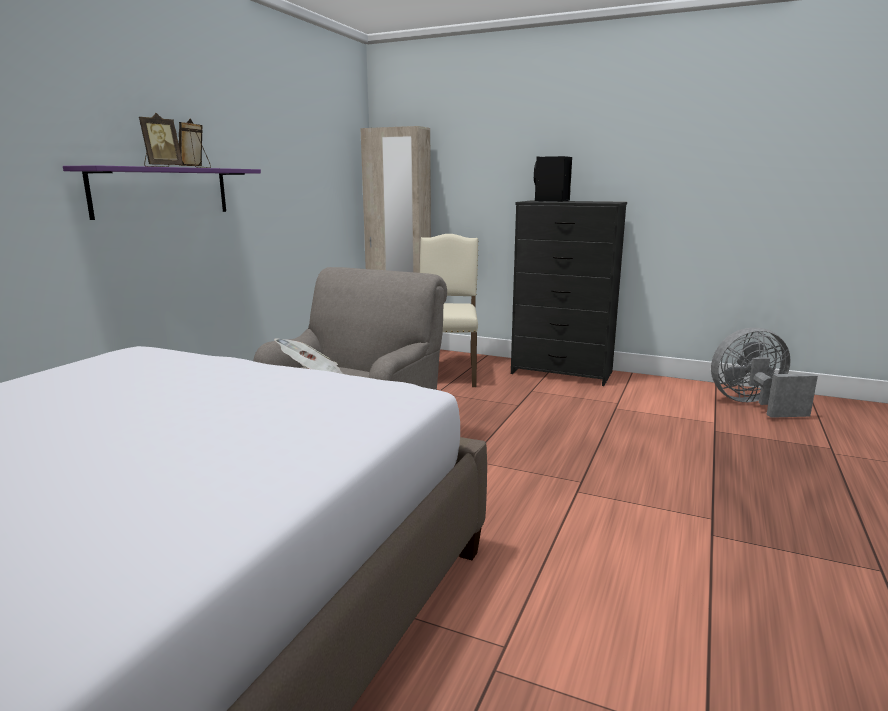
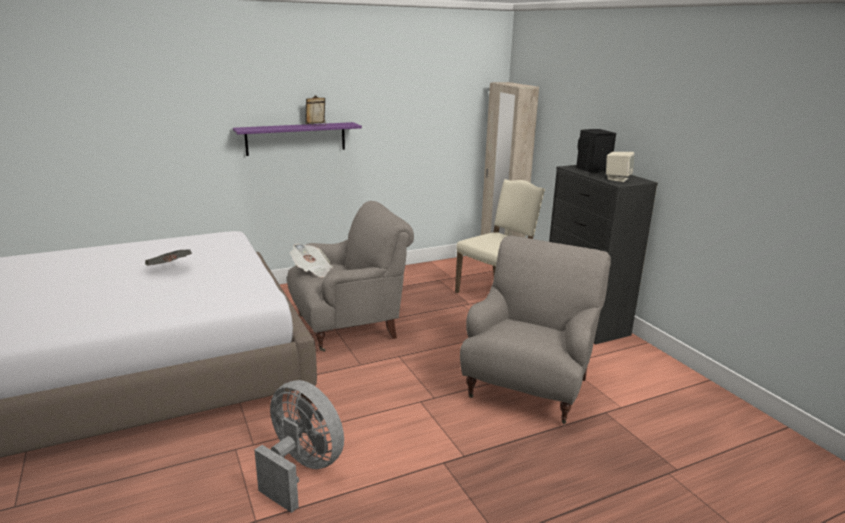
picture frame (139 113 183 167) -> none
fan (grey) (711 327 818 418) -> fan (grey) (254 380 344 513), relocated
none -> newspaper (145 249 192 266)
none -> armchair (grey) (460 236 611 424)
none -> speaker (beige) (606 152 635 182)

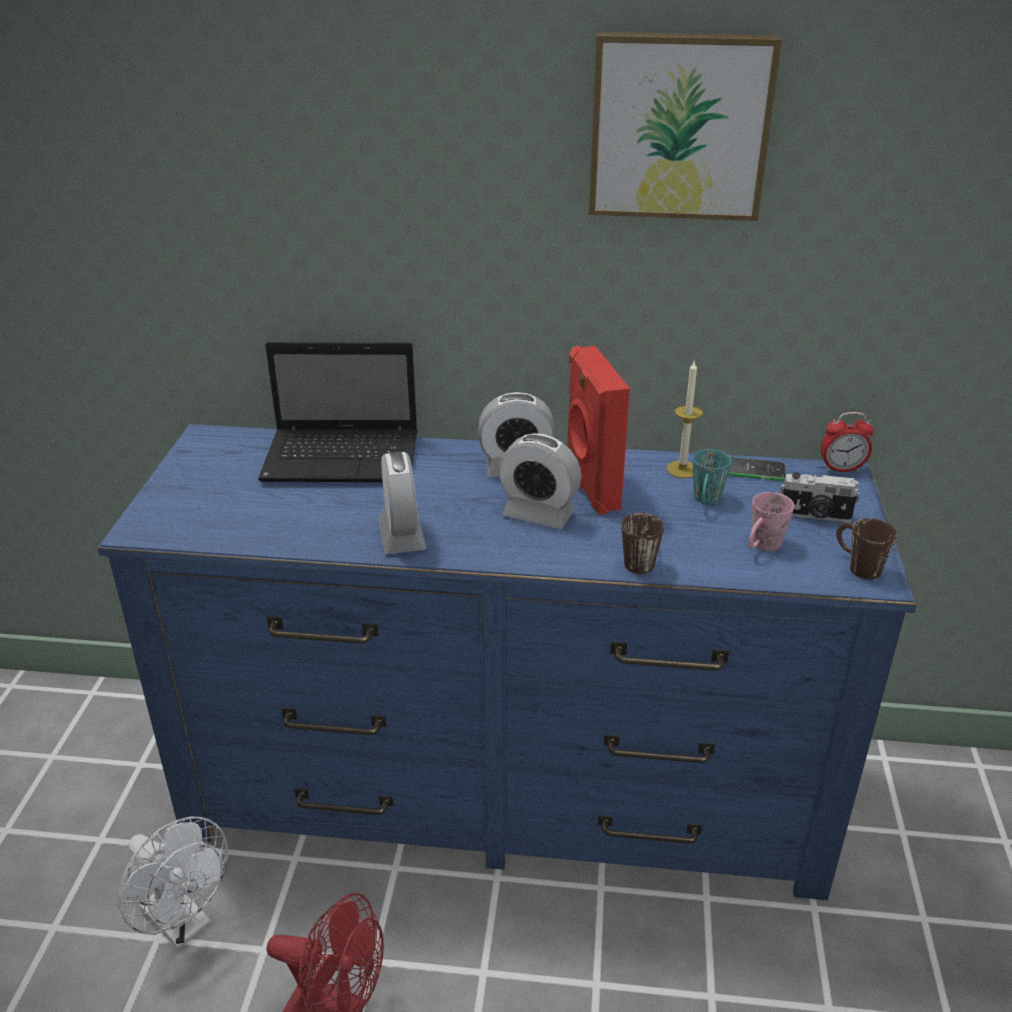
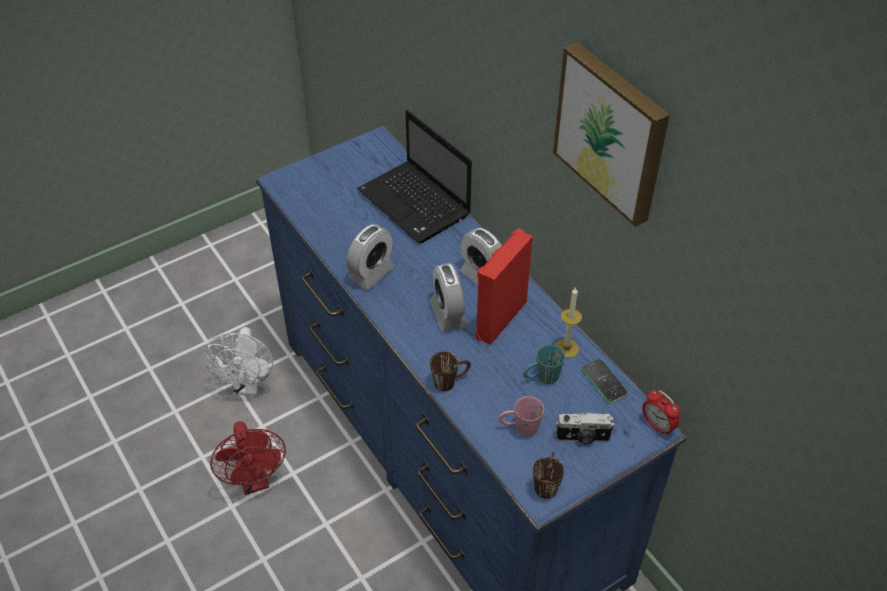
photo camera (781 472 860 522) -> photo camera (556 412 615 444), 60 degrees counterclockwise

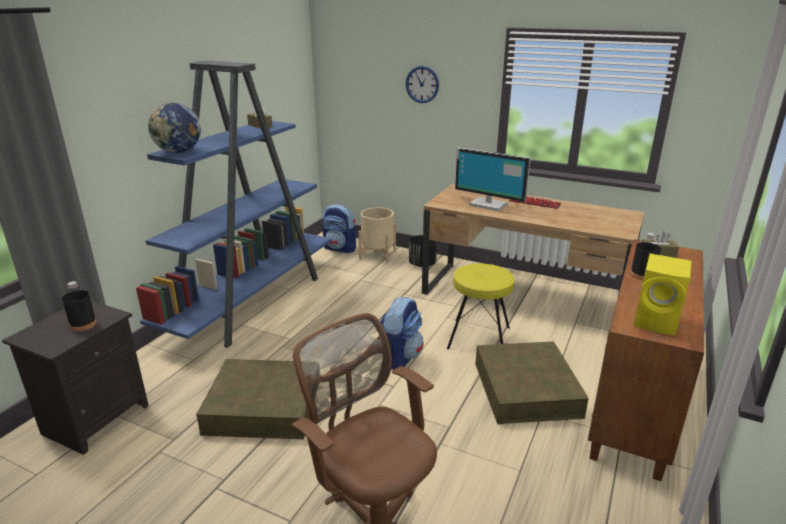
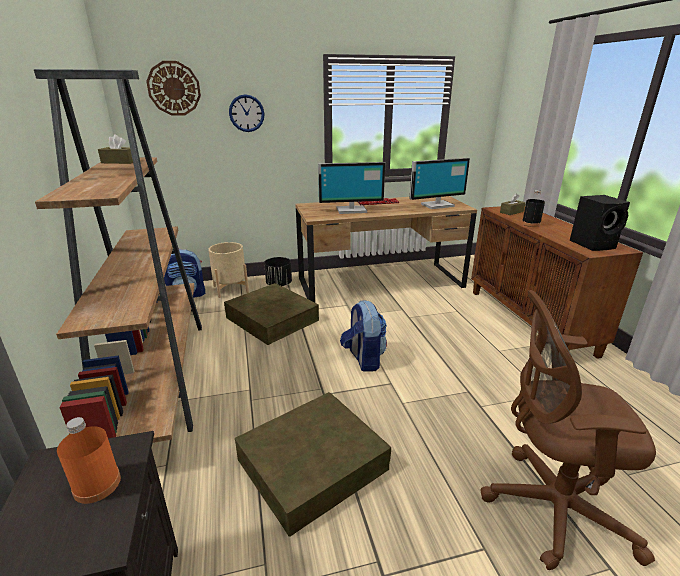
bottle (black) (62 281 97 331) -> bottle (orange) (57 417 121 504)
bookcase (blue) (136 61 332 348) -> bookcase (brown) (34 69 202 443)
globe (148 103 201 153) -> none
stool (yellow) (447 263 514 350) -> none
storage box (brown) (475 341 589 424) -> storage box (brown) (224 283 319 345), relocated
speaker (yellow) (634 253 691 335) -> speaker (black) (570 195 630 251)
none -> wall clock (146 61 201 116)
none -> monitor (409 158 470 209)

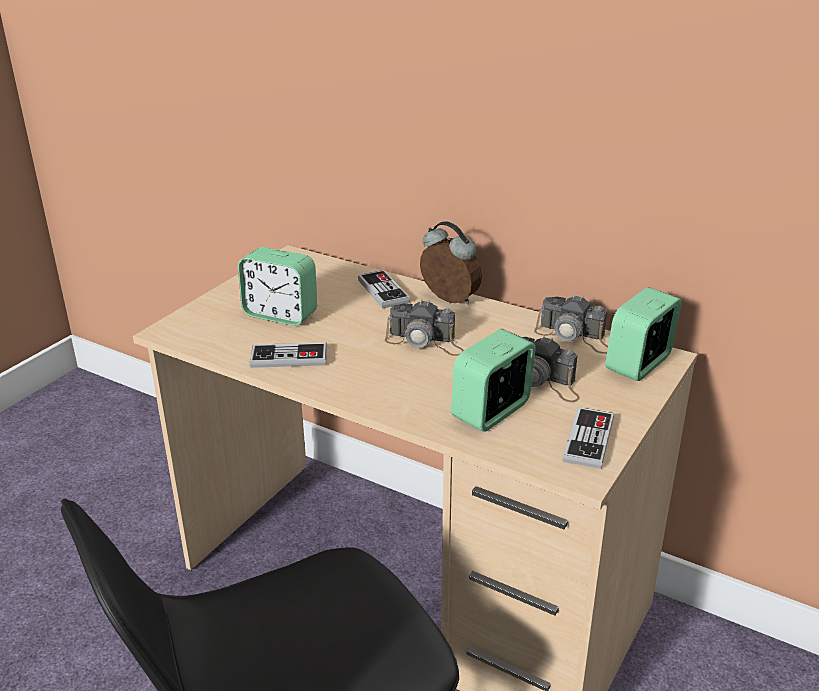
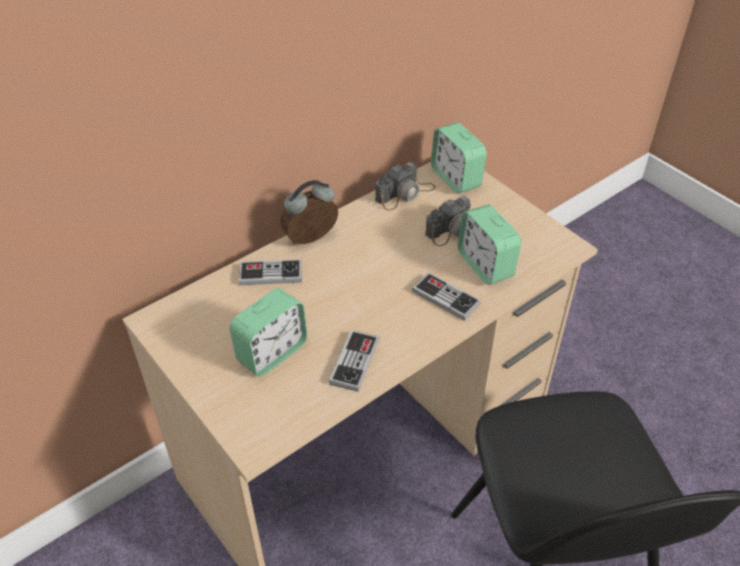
photo camera (385 300 464 356) -> none
game controller (563 407 614 469) -> game controller (412 272 481 321), relocated

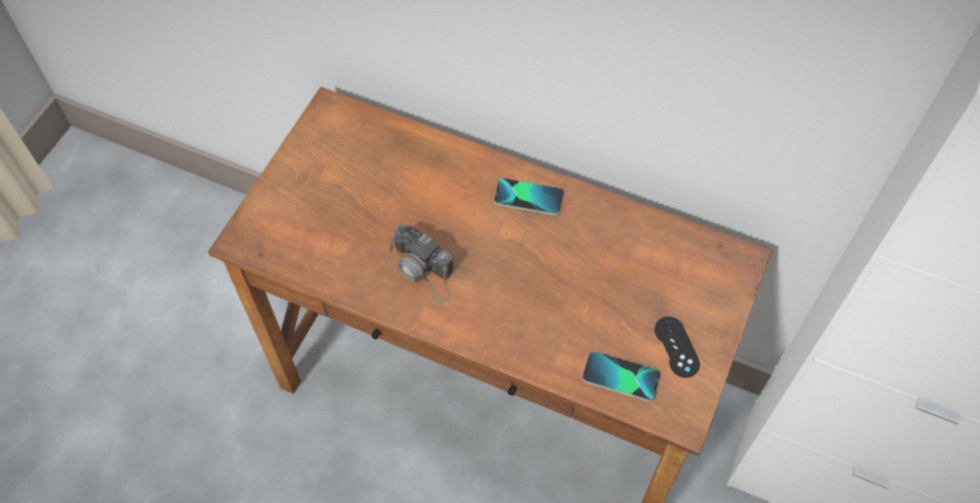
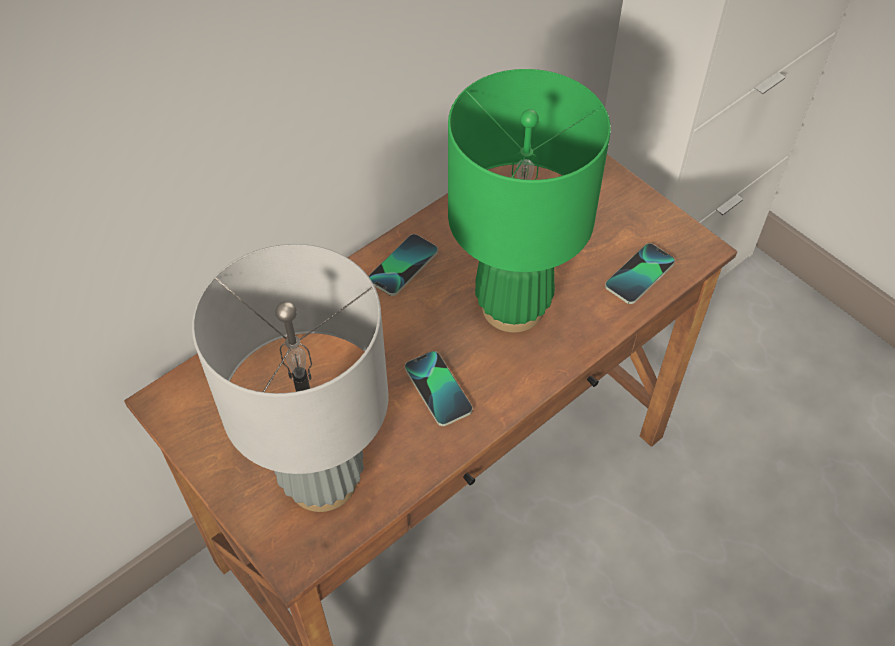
photo camera (386 224 454 304) -> phone (405 351 473 426)
game controller (black) (654 317 700 378) -> none
none -> table lamp (grey) (192 244 388 512)
none -> table lamp (green) (448 69 611 333)

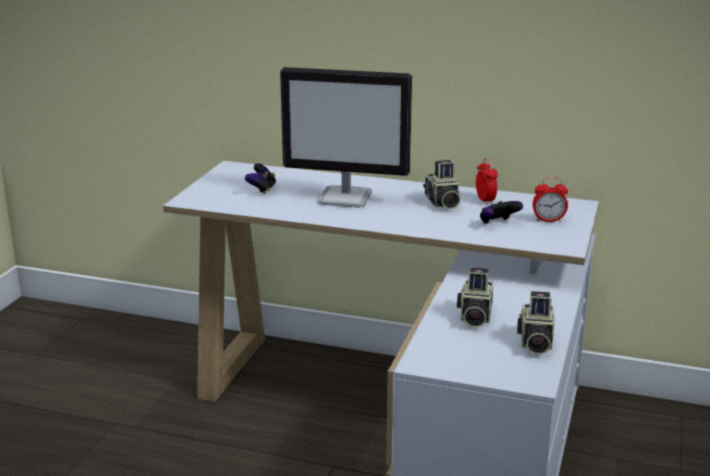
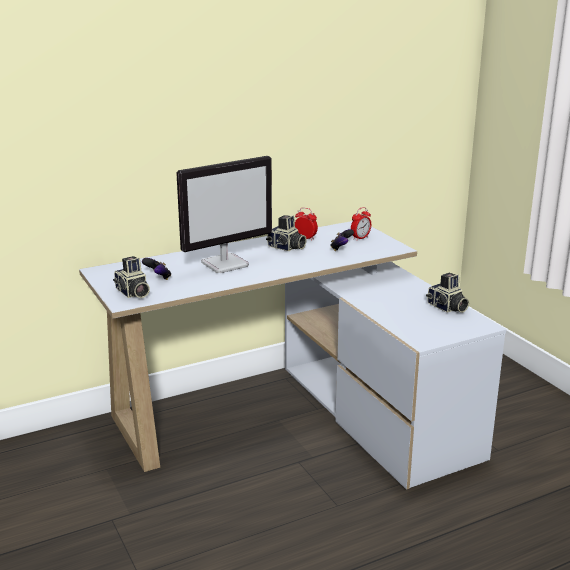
photo camera (457 268 493 327) -> photo camera (113 256 150 298), relocated

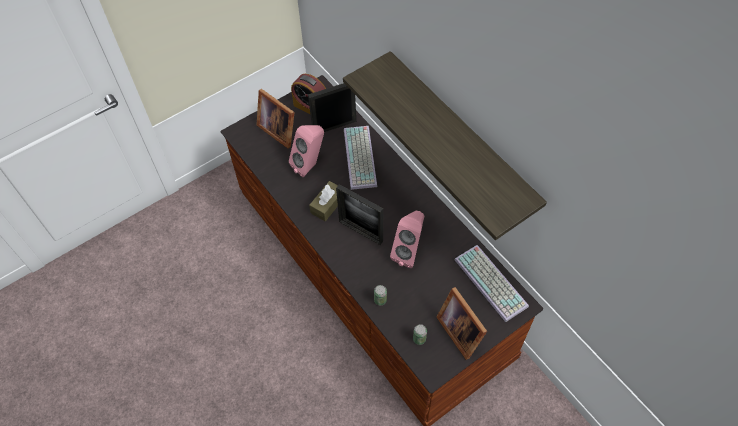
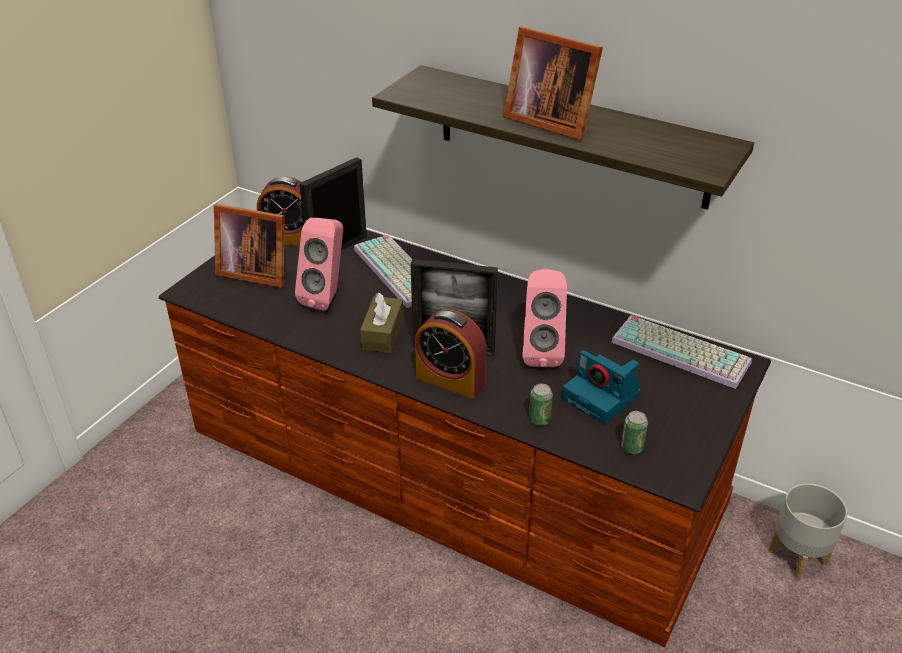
picture frame (437 287 487 360) -> picture frame (503 27 603 140), relocated
none -> alarm clock (415 309 486 399)
none -> photo camera (562 350 640 424)
none -> planter (grey) (769 483 848 580)

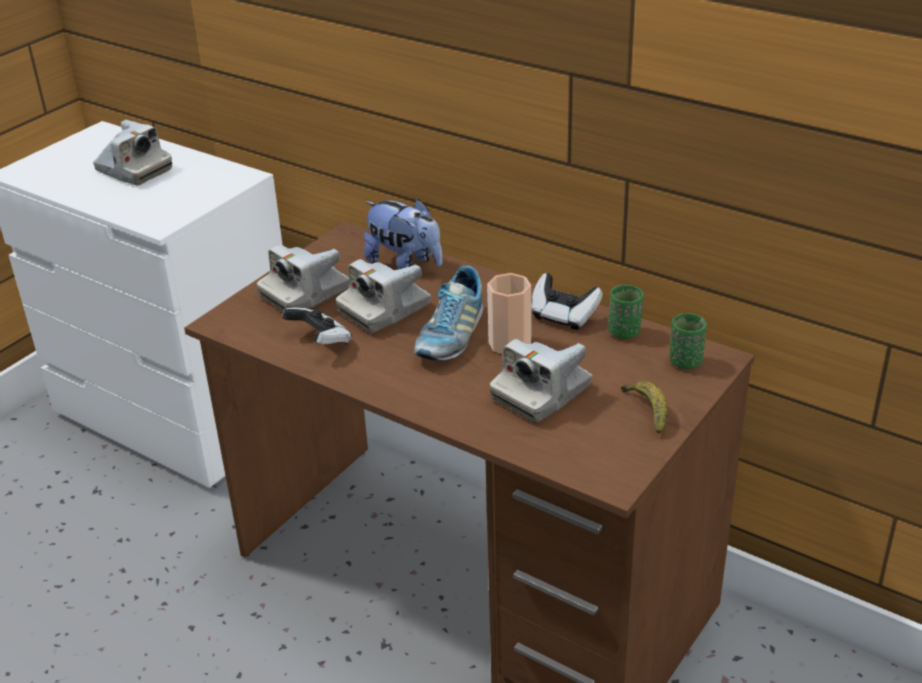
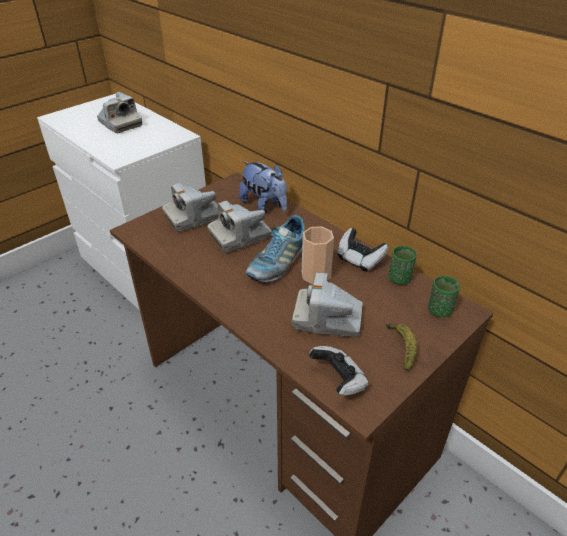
game controller (282 307 352 344) -> game controller (309 346 369 396), relocated
photo camera (490 339 592 422) -> photo camera (292 273 363 337), 45 degrees clockwise

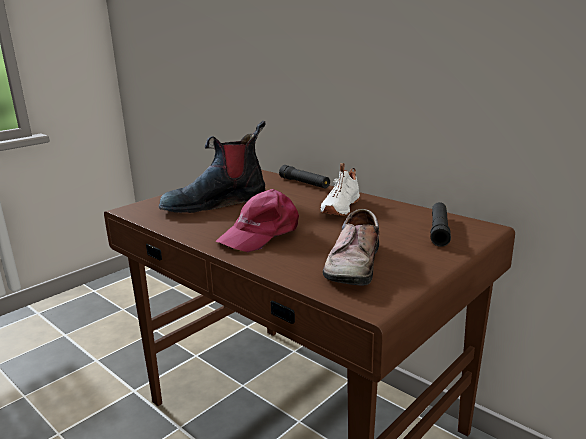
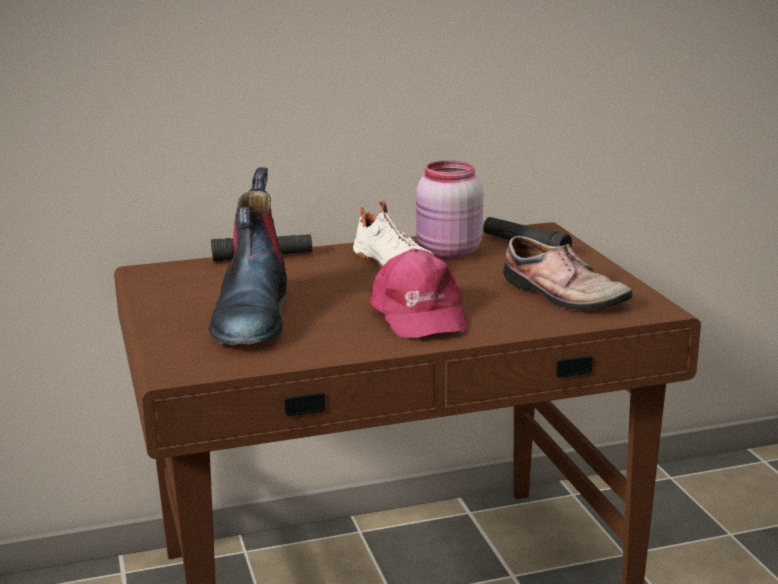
none -> jar (pink) (416 161 483 259)

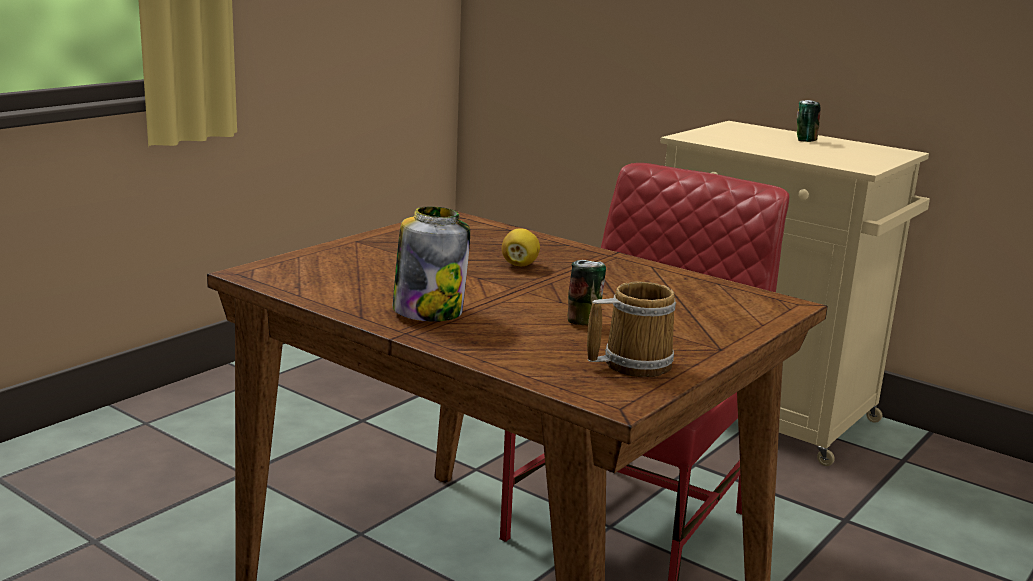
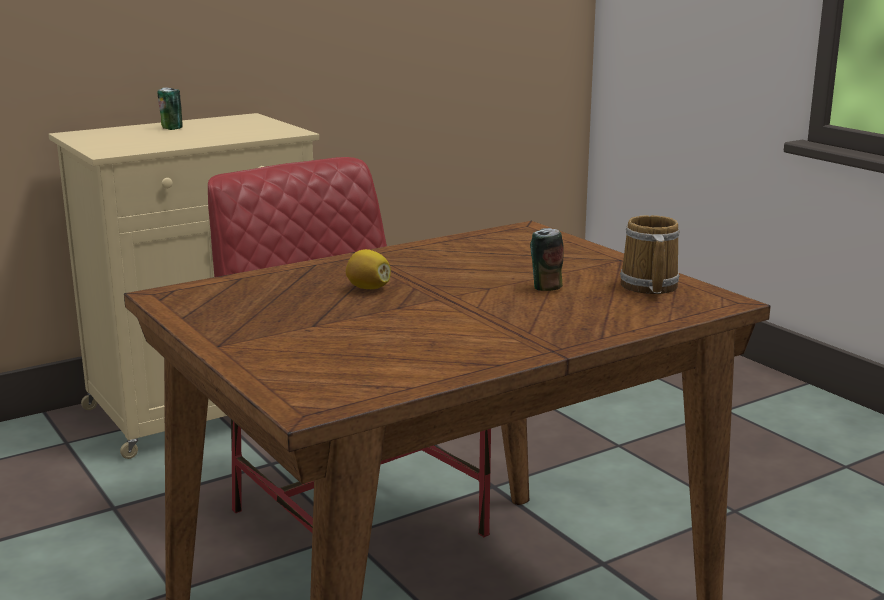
jar (393 206 470 321) -> none

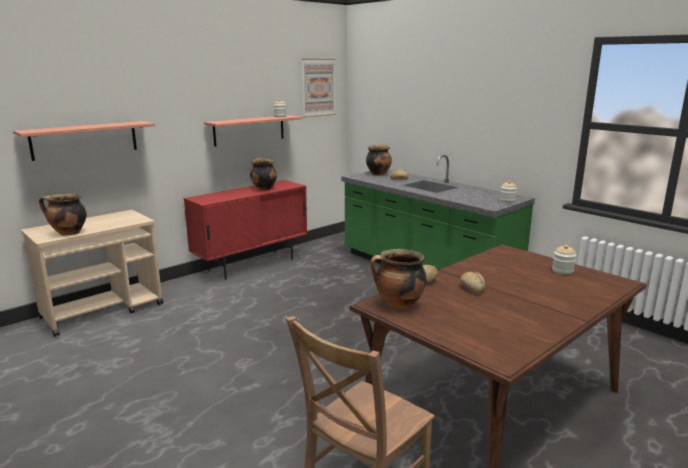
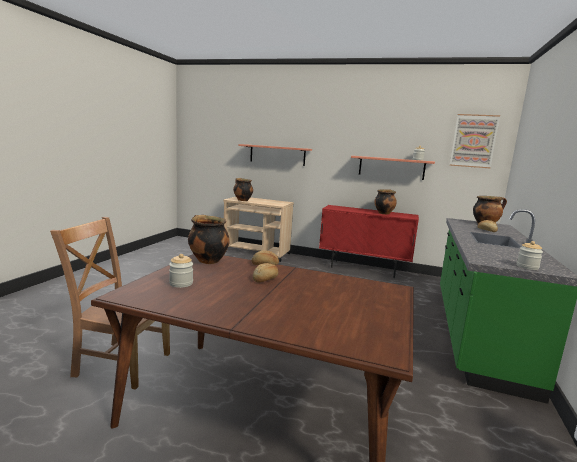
jar (552 245 576 275) -> jar (169 254 193 288), relocated

